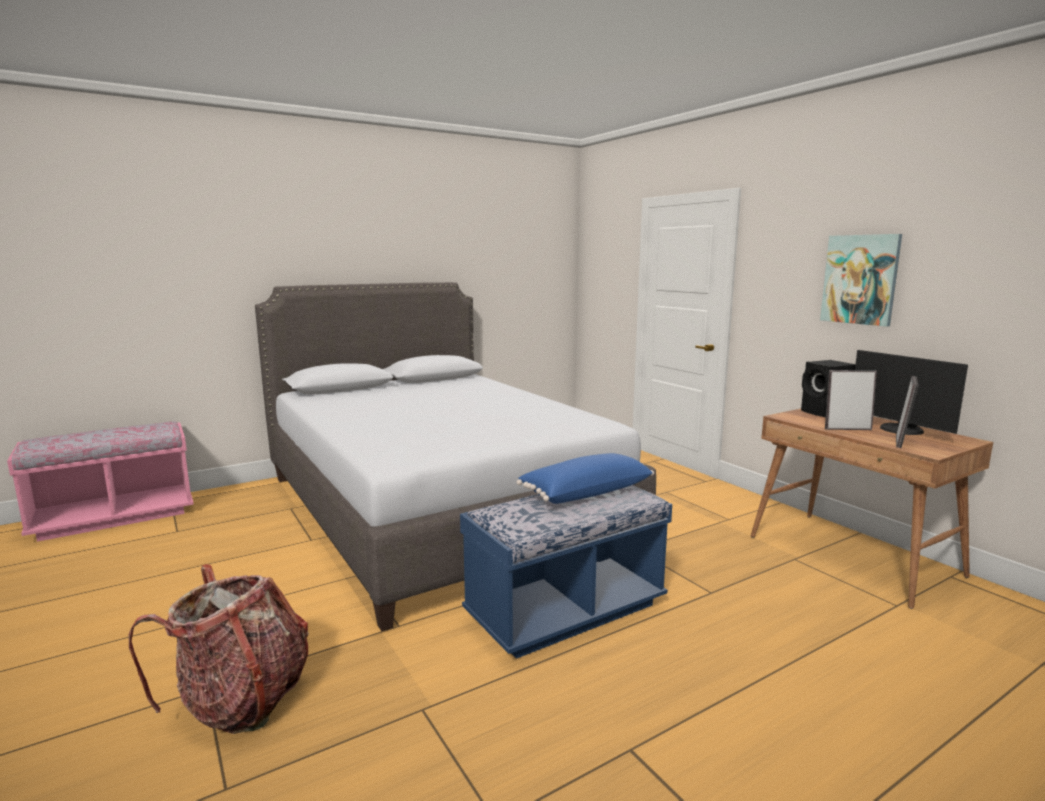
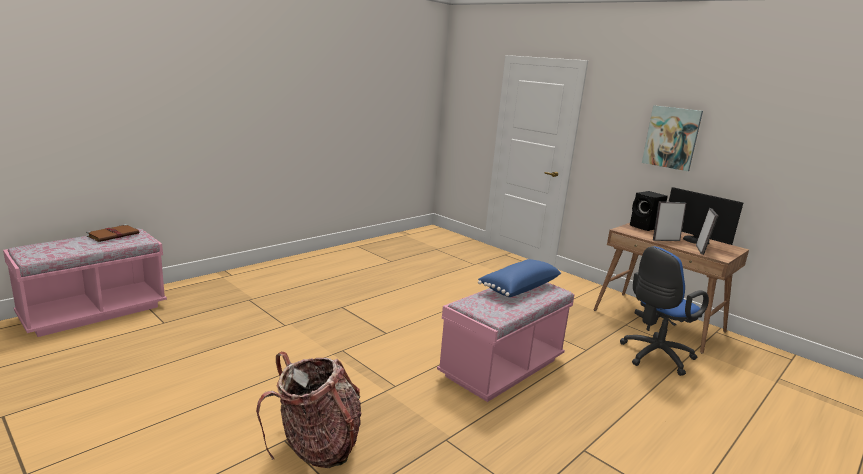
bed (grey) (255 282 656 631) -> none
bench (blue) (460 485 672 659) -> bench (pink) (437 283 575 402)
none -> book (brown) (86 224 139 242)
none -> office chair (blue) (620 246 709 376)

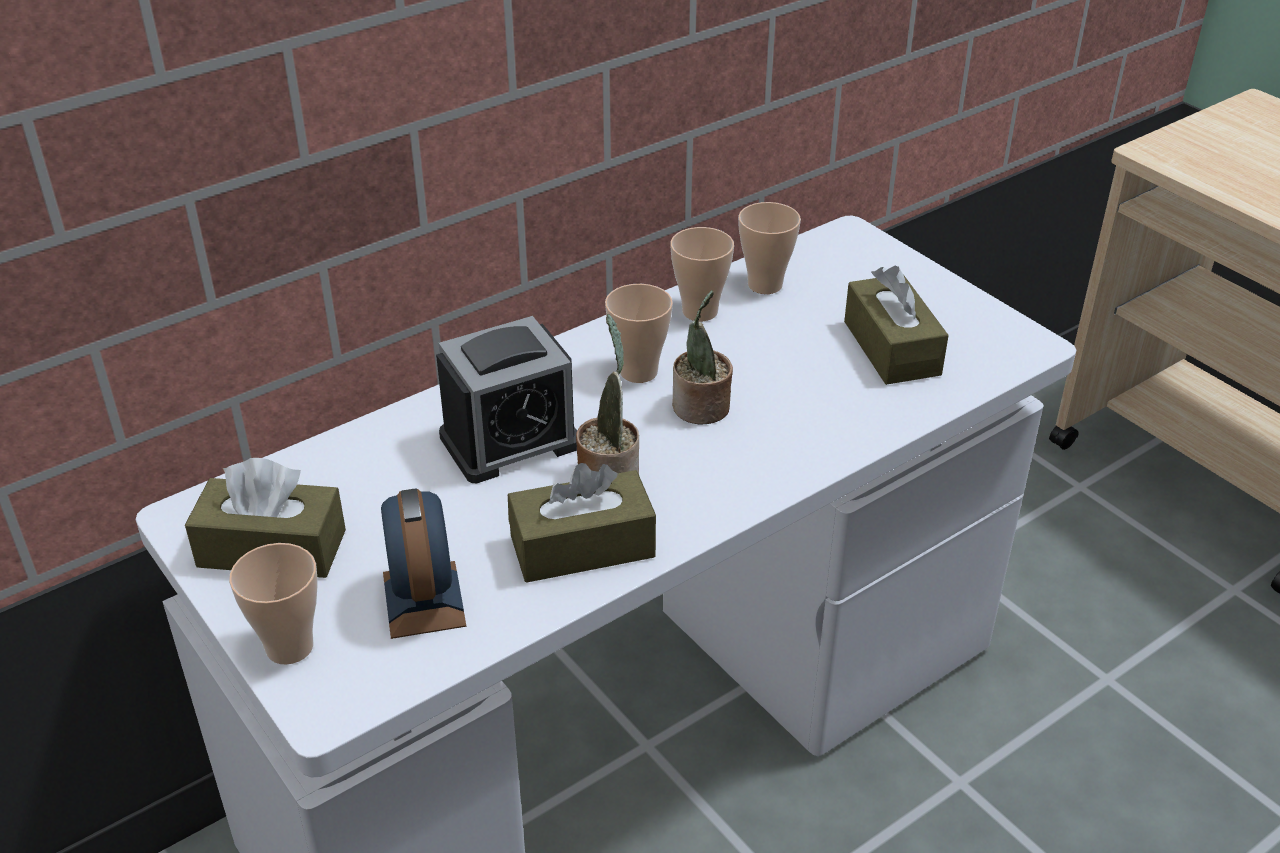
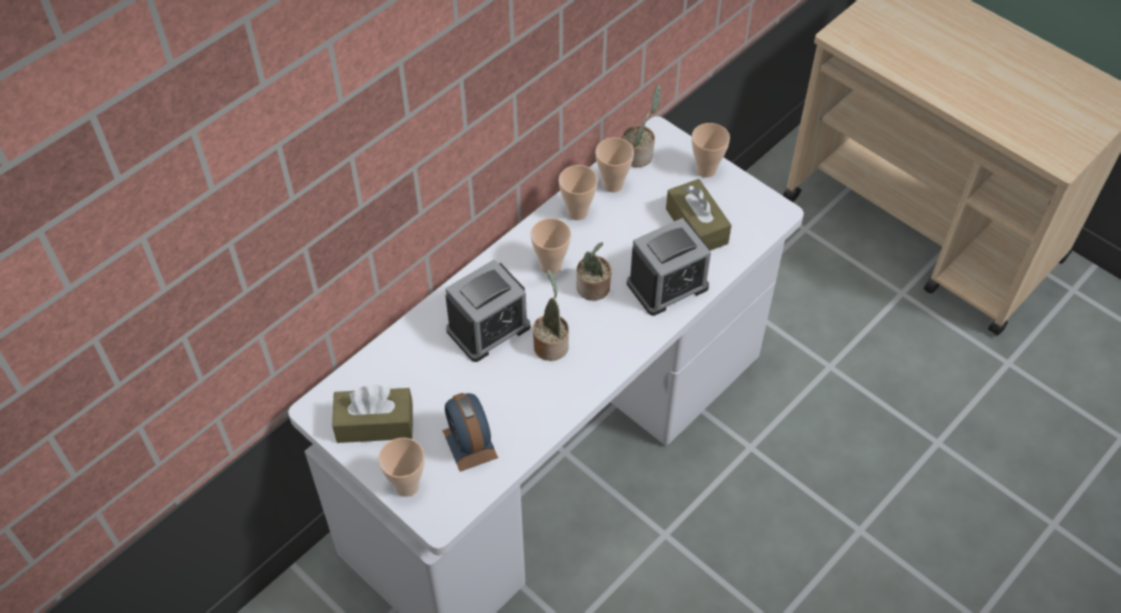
tissue box (brown) (508 463 656 583) -> none
none -> potted plant (623 84 661 167)
none -> alarm clock (627 218 711 316)
none -> cup (692 123 730 178)

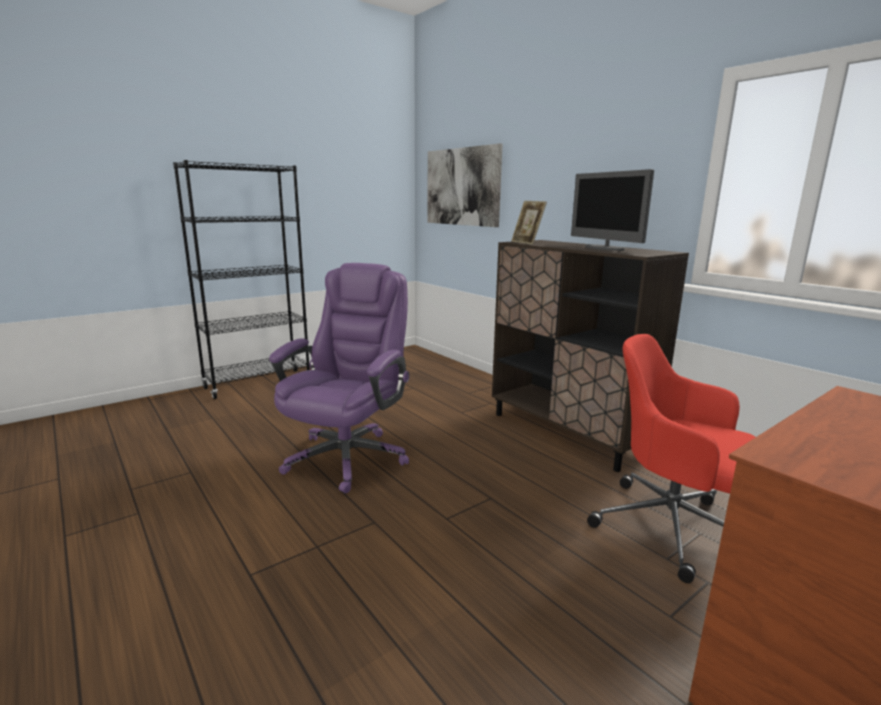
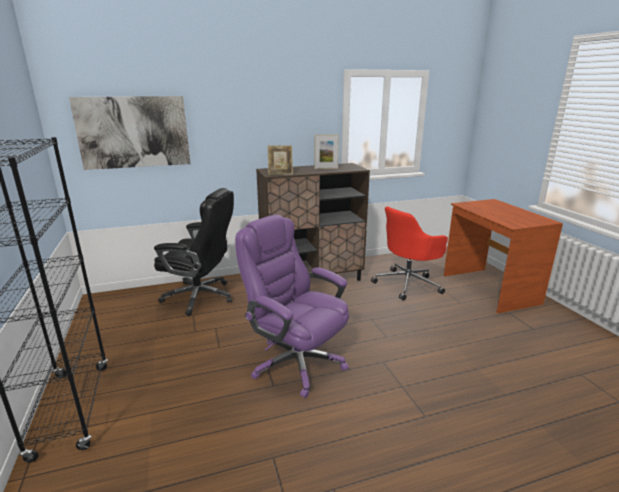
monitor (571 169 654 251) -> picture frame (314 134 339 169)
none -> office chair (black) (154 188 234 316)

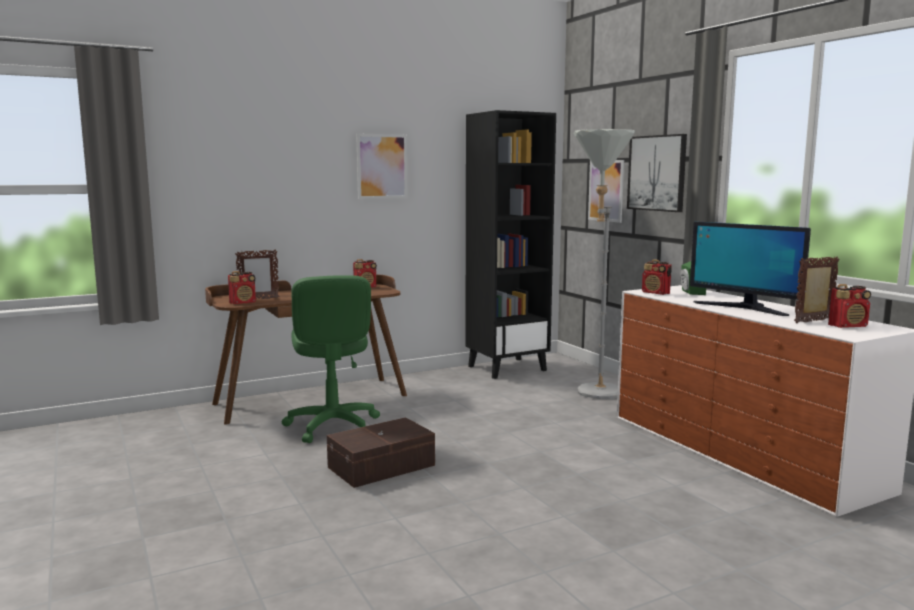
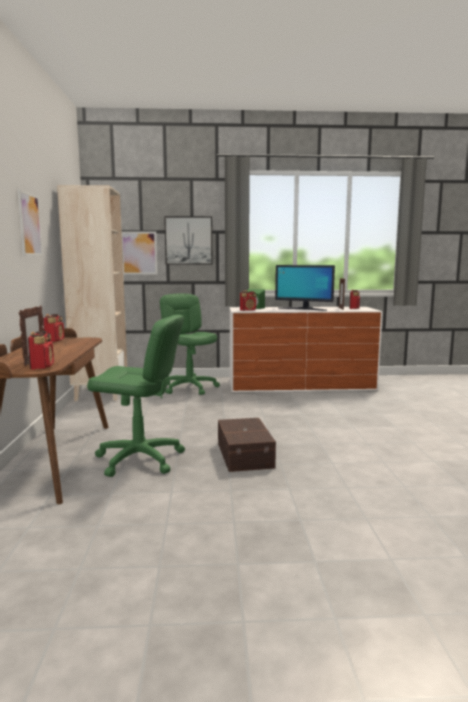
bookcase (black) (465 110 556 379) -> bookcase (beige) (57 185 127 401)
floor lamp (grey) (574 129 635 399) -> office chair (green) (160 294 220 395)
monitor (690 221 811 316) -> monitor (275 265 335 311), 45 degrees clockwise

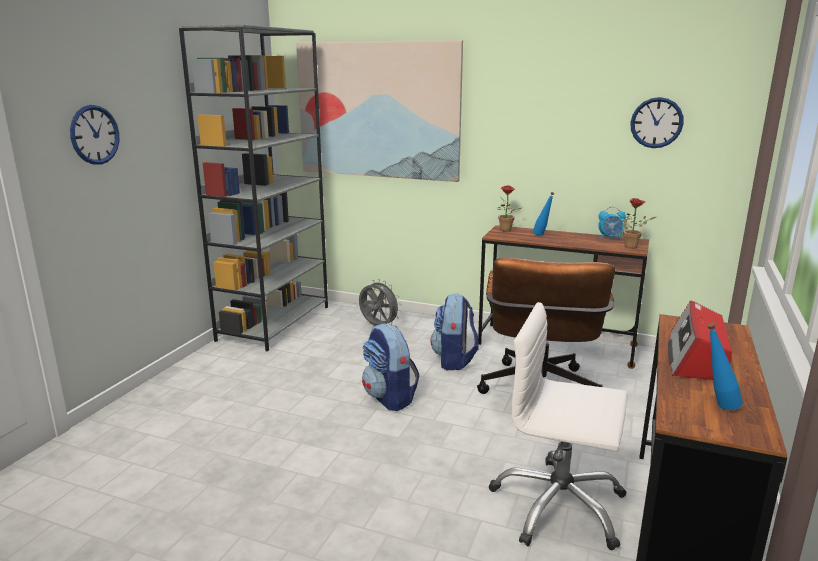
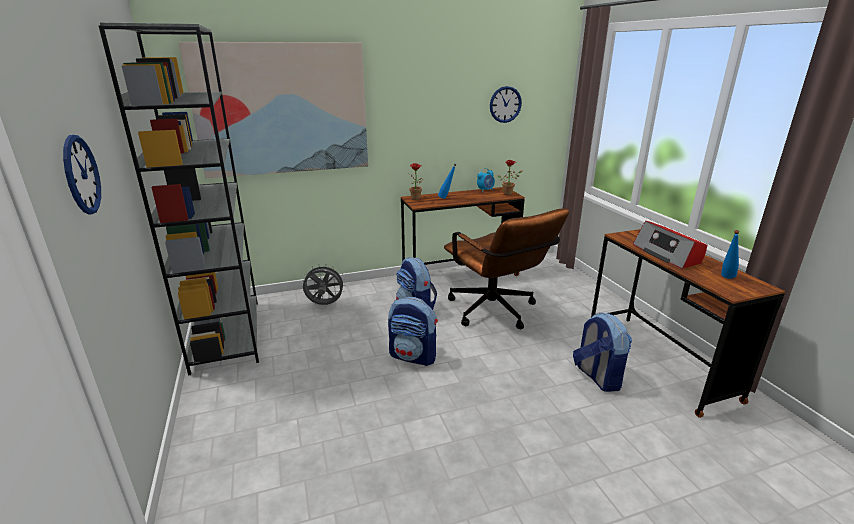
office chair (white) (489 302 627 550) -> backpack (573 313 632 392)

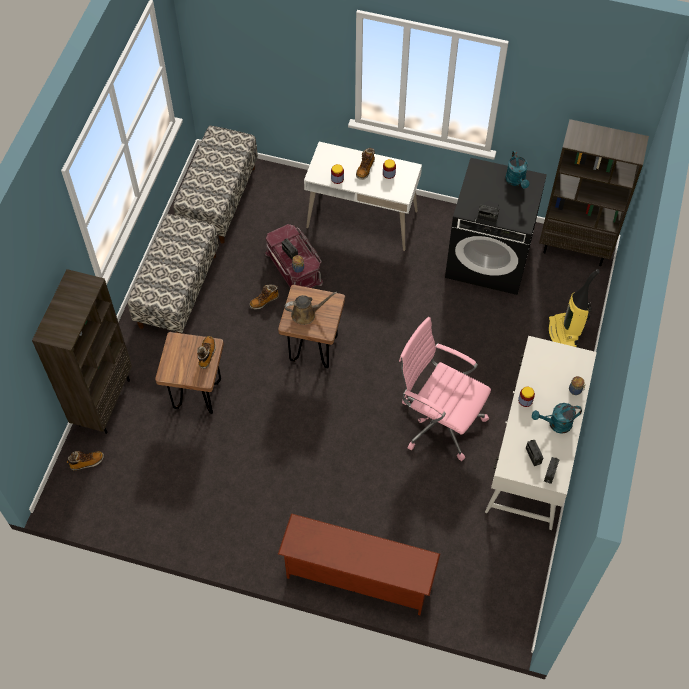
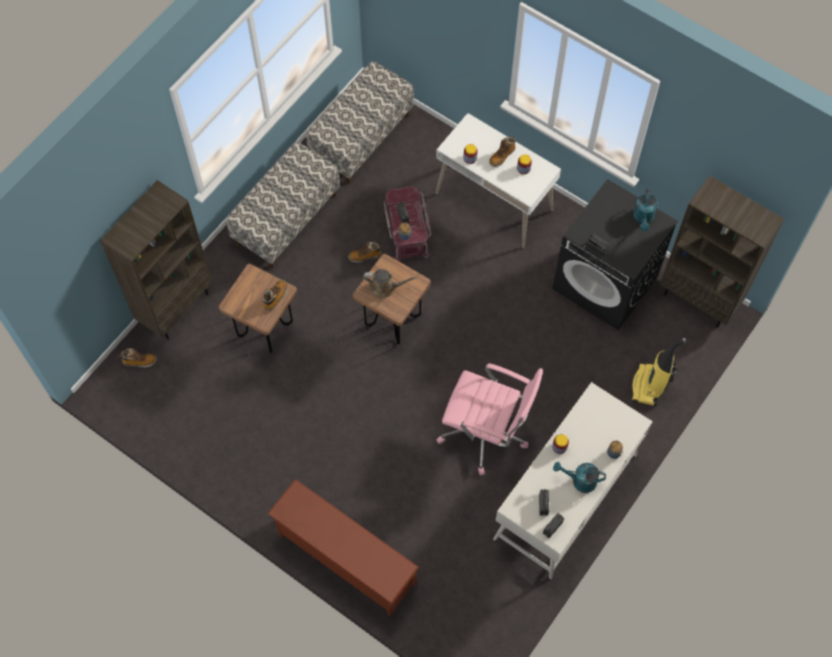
office chair (pink) (399 317 491 461) -> office chair (pink) (436 363 543 475), 150 degrees clockwise

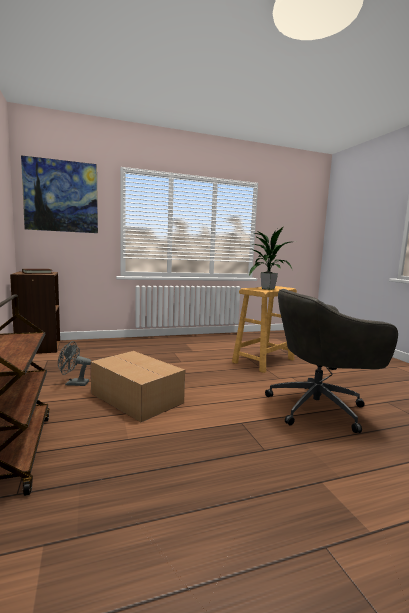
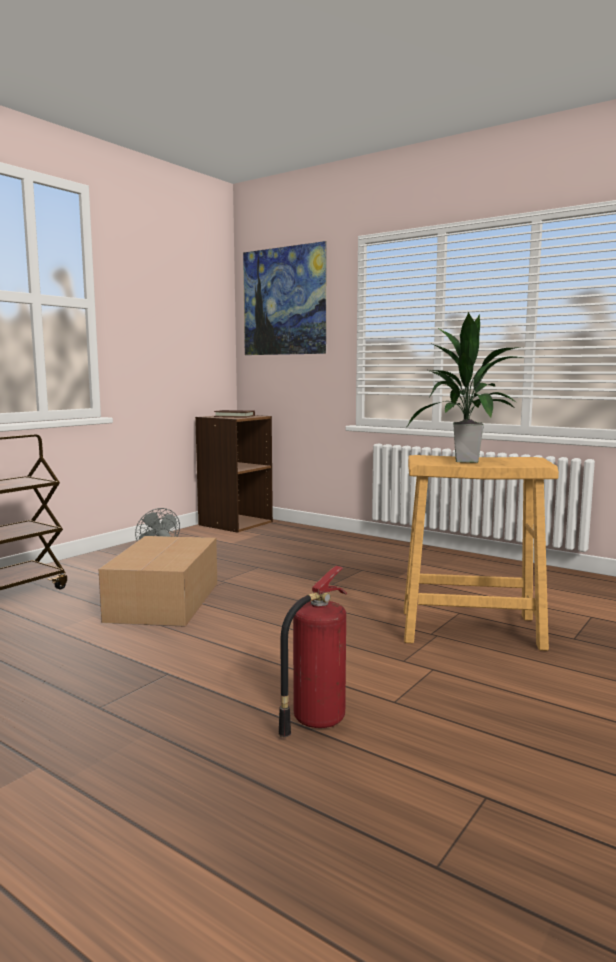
office chair (grey) (265 289 398 433) -> fire extinguisher (278 566 347 737)

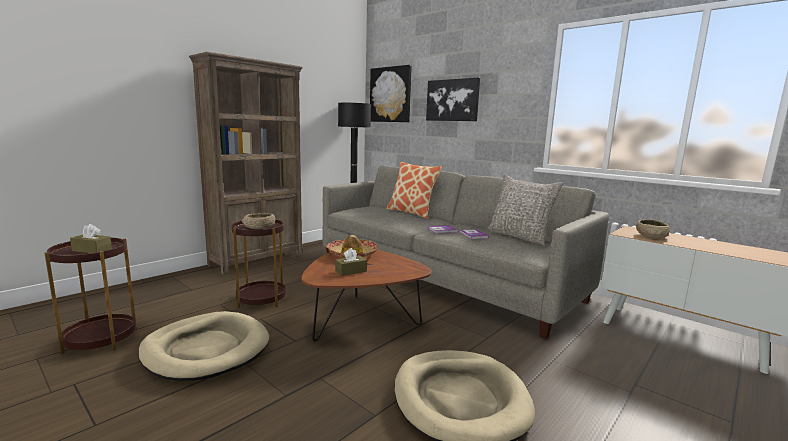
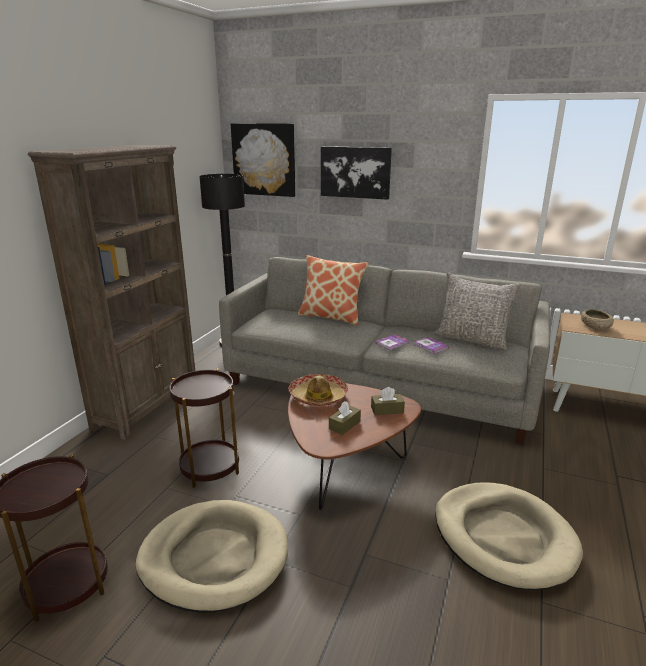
tissue box (brown) (70 224 112 253) -> tissue box (brown) (371 387 405 415), relocated
bowl (beige) (242 213 275 229) -> none

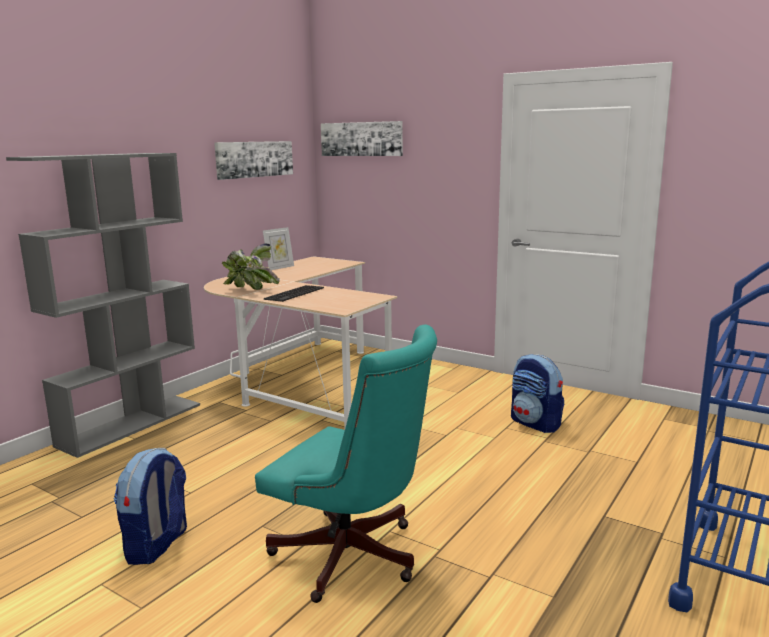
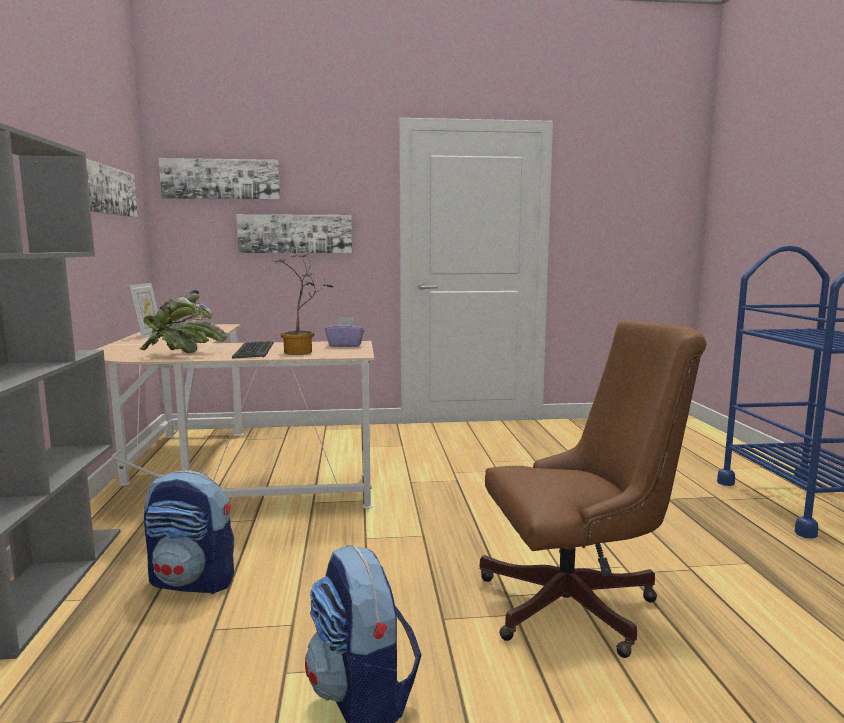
office chair (turquoise) (255 325 437 603) -> office chair (brown) (480 319 707 658)
backpack (511 354 564 433) -> backpack (144 470 235 594), relocated
none -> picture (236 214 352 253)
none -> potted plant (274 249 334 355)
none -> tissue box (purple) (325 317 364 347)

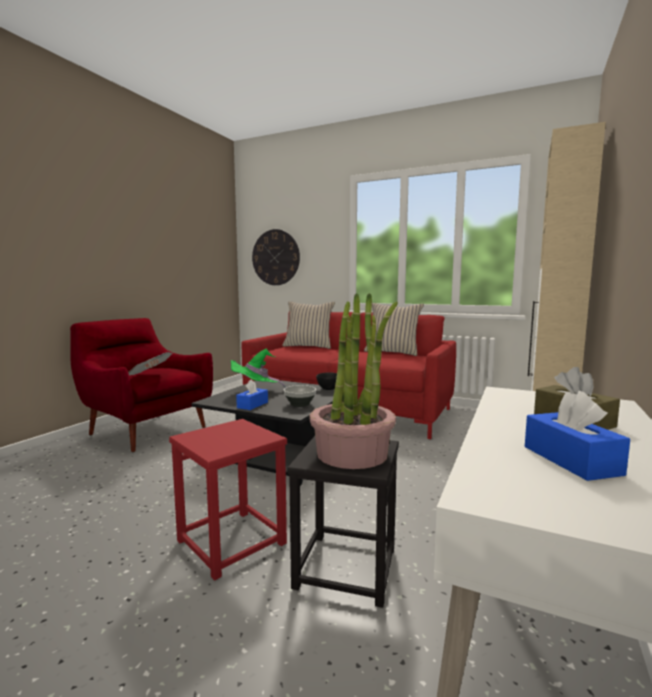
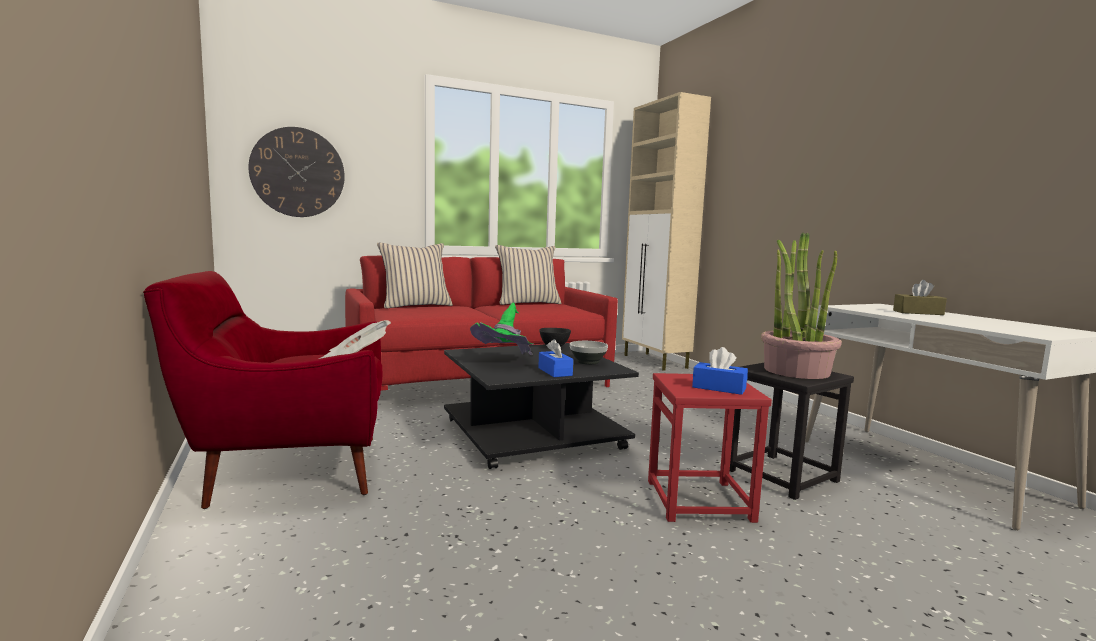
tissue box (blue) (525 391 630 481) -> tissue box (blue) (692 347 748 395), relocated

